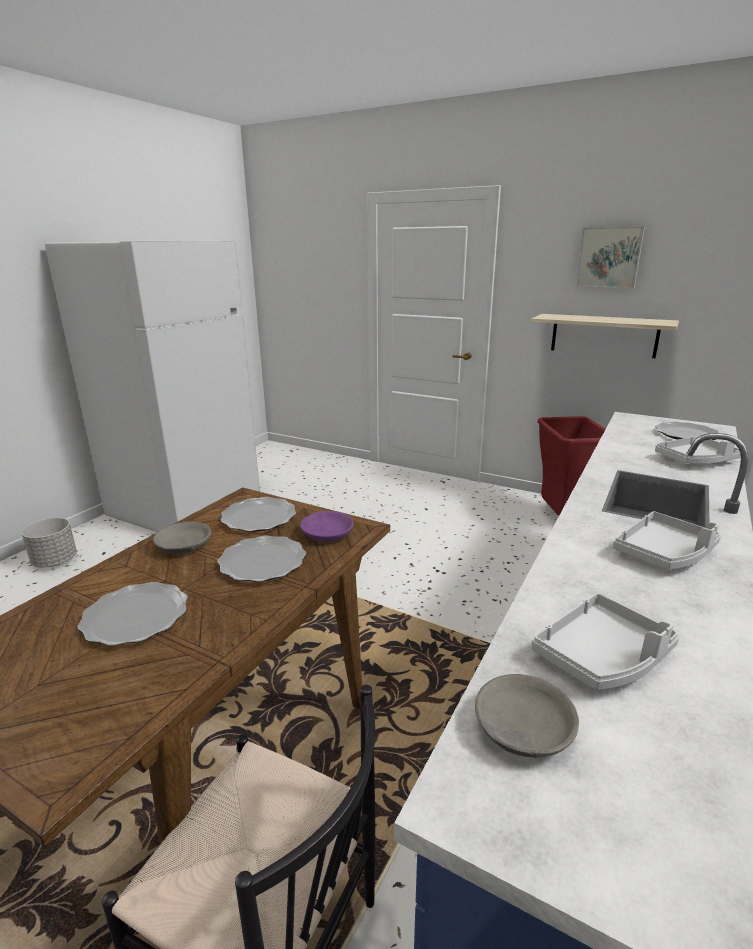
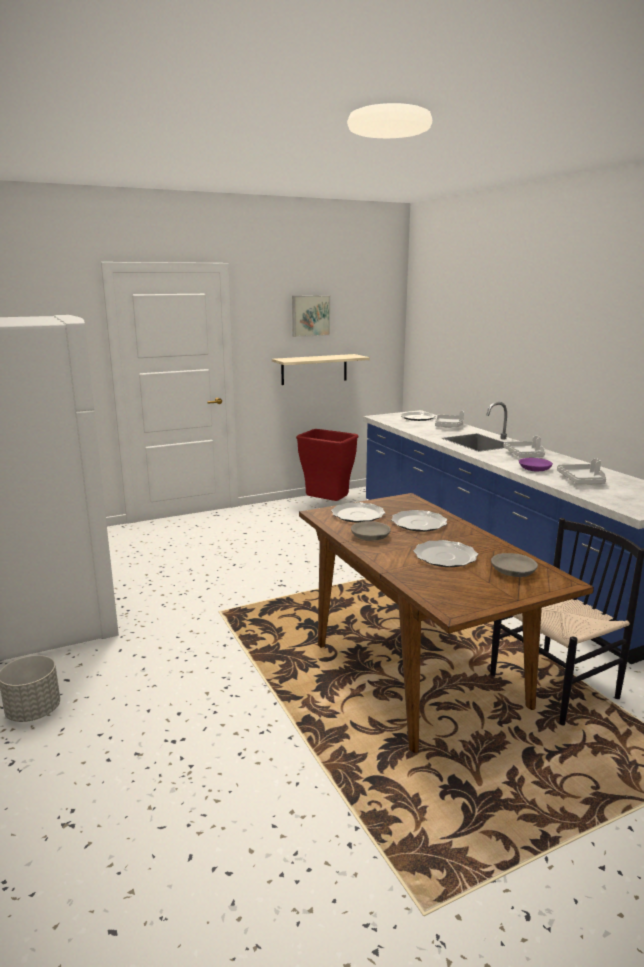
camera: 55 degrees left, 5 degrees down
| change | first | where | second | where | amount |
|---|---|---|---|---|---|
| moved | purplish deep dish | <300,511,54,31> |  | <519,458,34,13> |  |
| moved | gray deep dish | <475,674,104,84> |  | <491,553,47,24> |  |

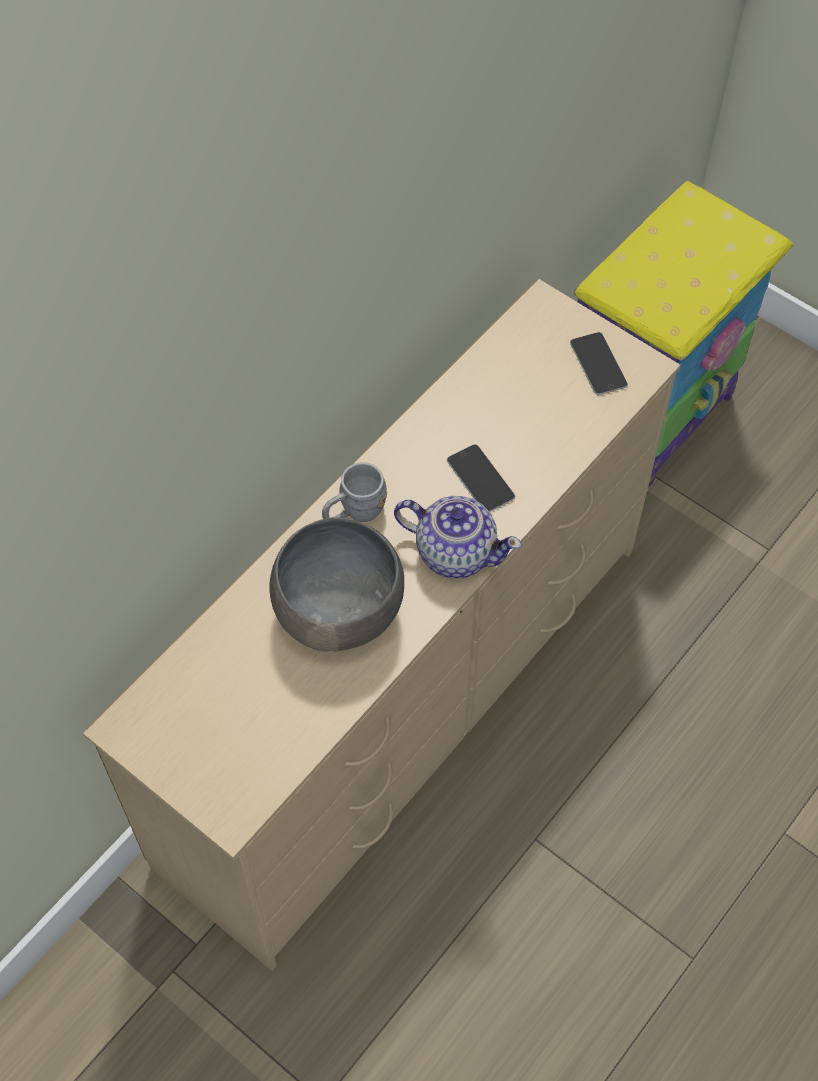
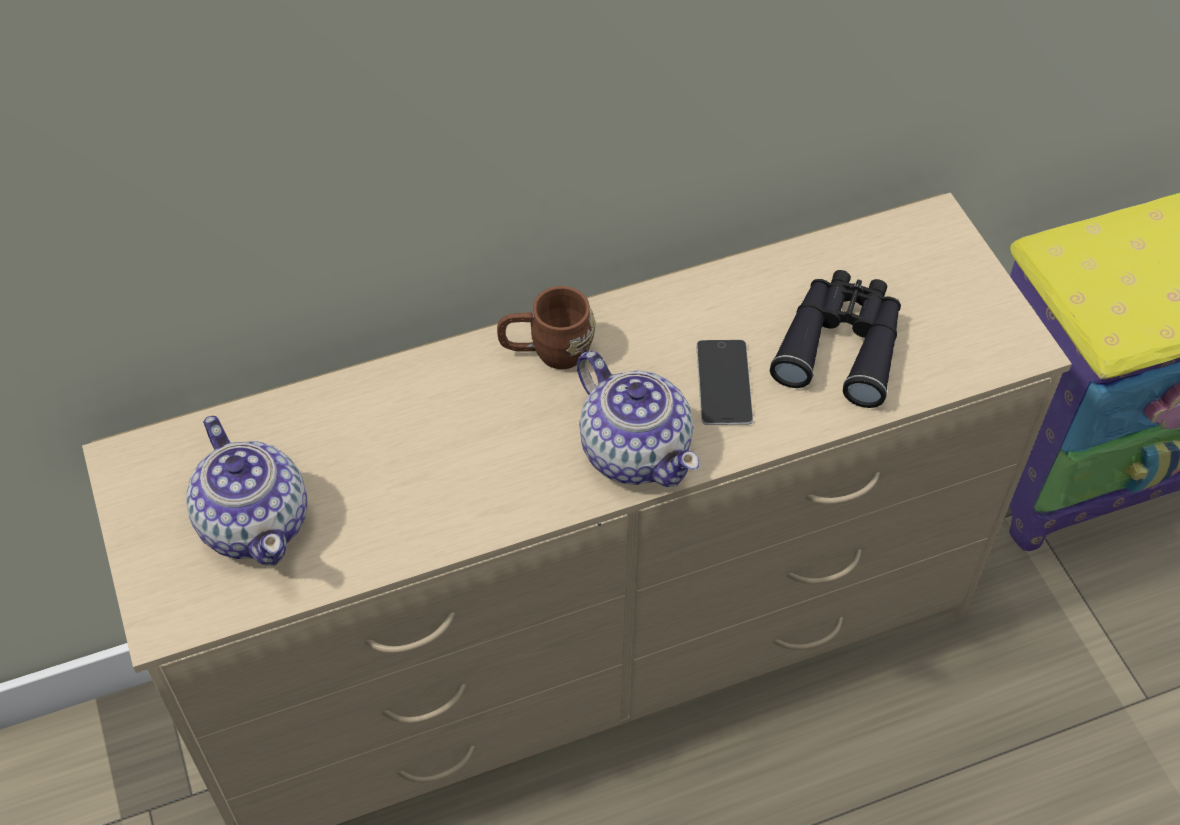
camera: 30 degrees right, 5 degrees down
| change | first | where | second | where | amount |
|---|---|---|---|---|---|
| removed | gray deep dish | <269,517,135,135> |  |  |  |
| recoloured | gray coffee mug | <322,462,65,60> | brown coffee mug | <497,286,99,83> |  |
| removed | telephone | <570,332,58,63> |  |  |  |
| added |  |  | tea pot | <186,416,121,150> |  |
| added |  |  | black pair of binoculars | <770,270,131,138> |  |

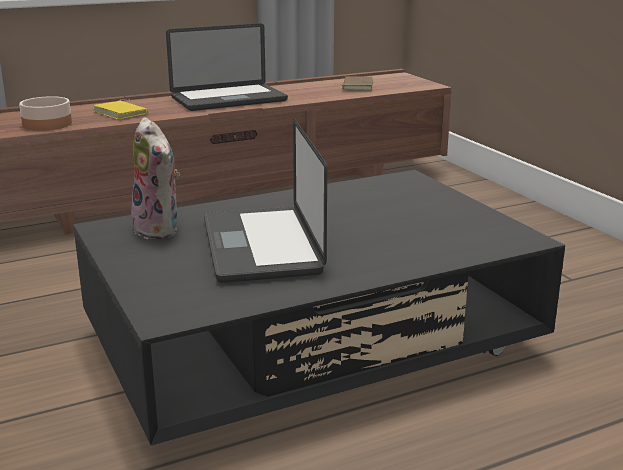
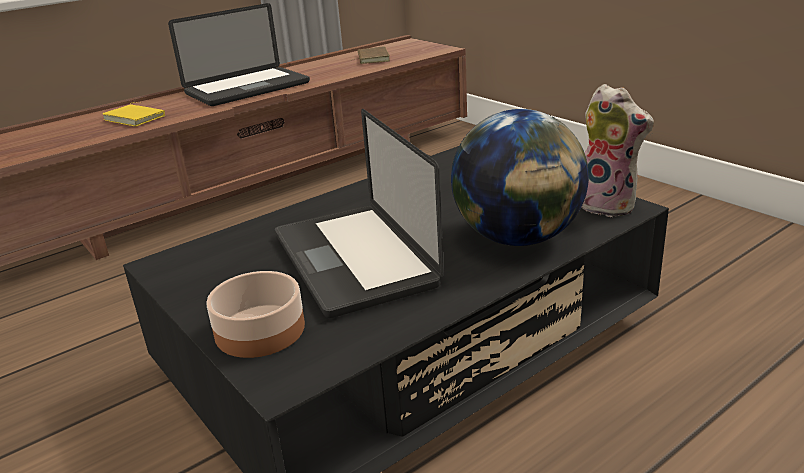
camera: 10 degrees left, 5 degrees up
| change | first | where | second | where | amount |
|---|---|---|---|---|---|
| moved | deep dish | <19,96,53,35> |  | <206,271,99,87> |  |
| moved | soft toy | <131,117,49,122> |  | <581,84,73,133> |  |
| added |  |  | globe | <451,109,138,137> |  |

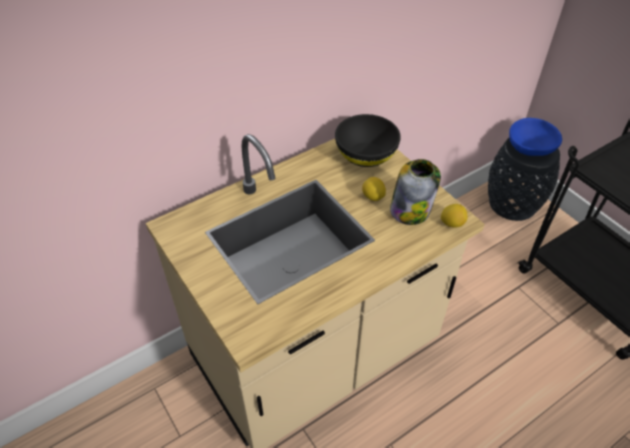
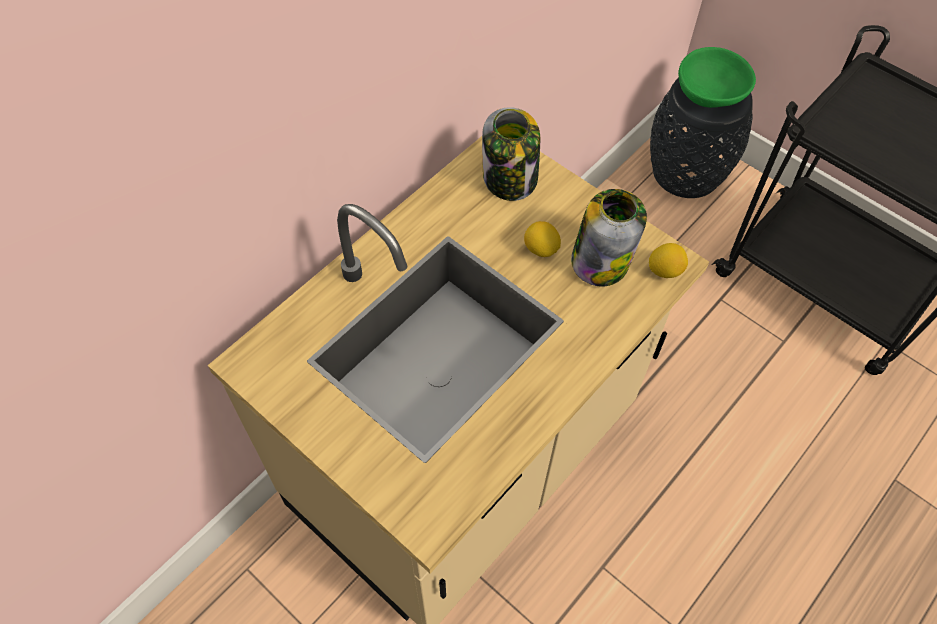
camera: 15 degrees left, 10 degrees up
| change | first | where | second | where | amount |
|---|---|---|---|---|---|
| replaced | black deep dish | <335,114,66,53> | storage jar | <482,107,58,94> |  |
| recoloured | blue-coloured deep dish | <509,118,53,38> | greenish deep dish | <678,47,78,61> |  |

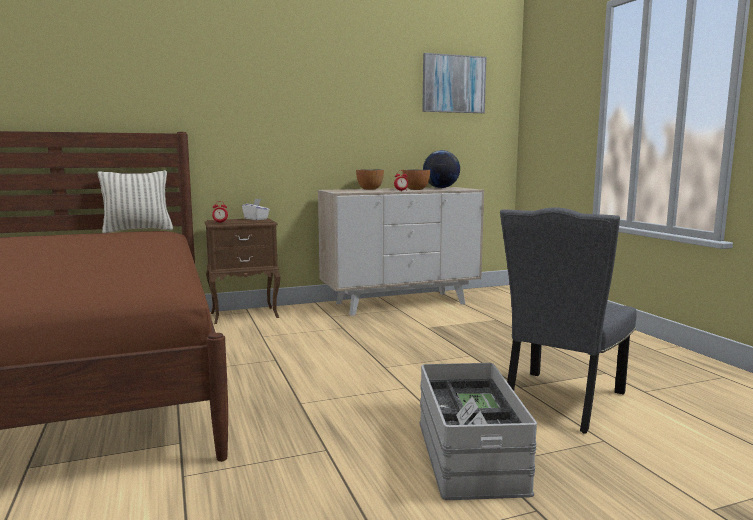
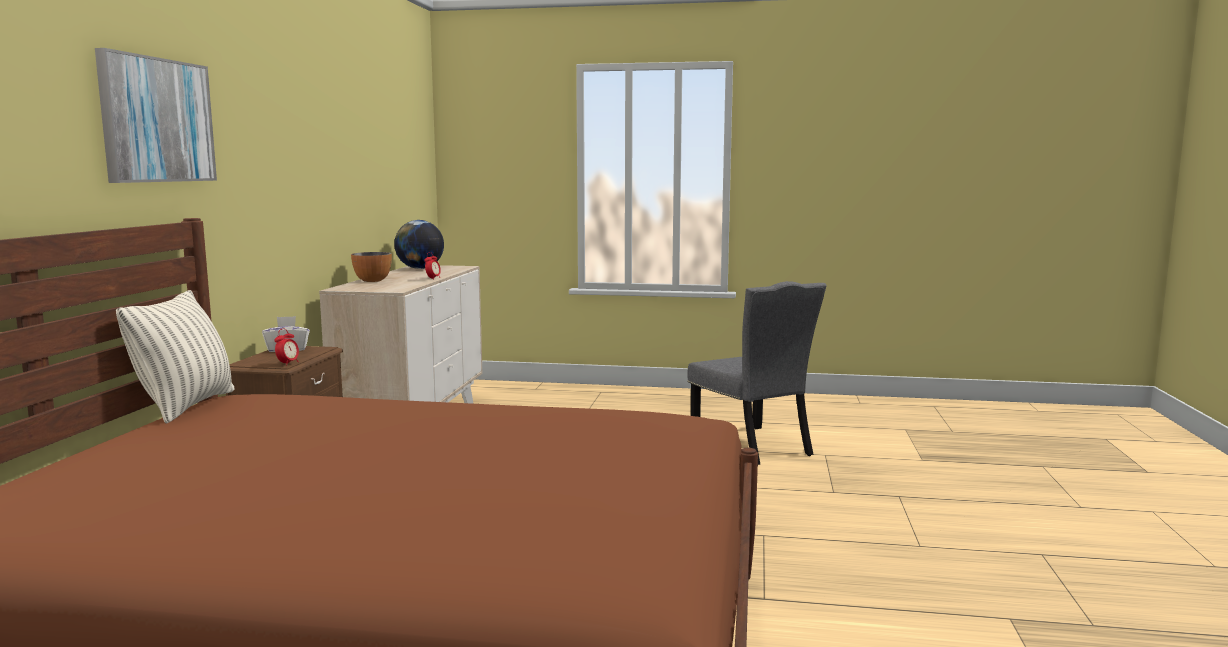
camera: 60 degrees left, 0 degrees up
| change | first | where | second | where | amount |
|---|---|---|---|---|---|
| removed | deep dish | <402,170,28,20> |  |  |  |
| removed | gray storage container | <419,363,118,137> |  |  |  |
| moved | wall art | <422,53,65,60> |  | <95,48,122,135> |  |

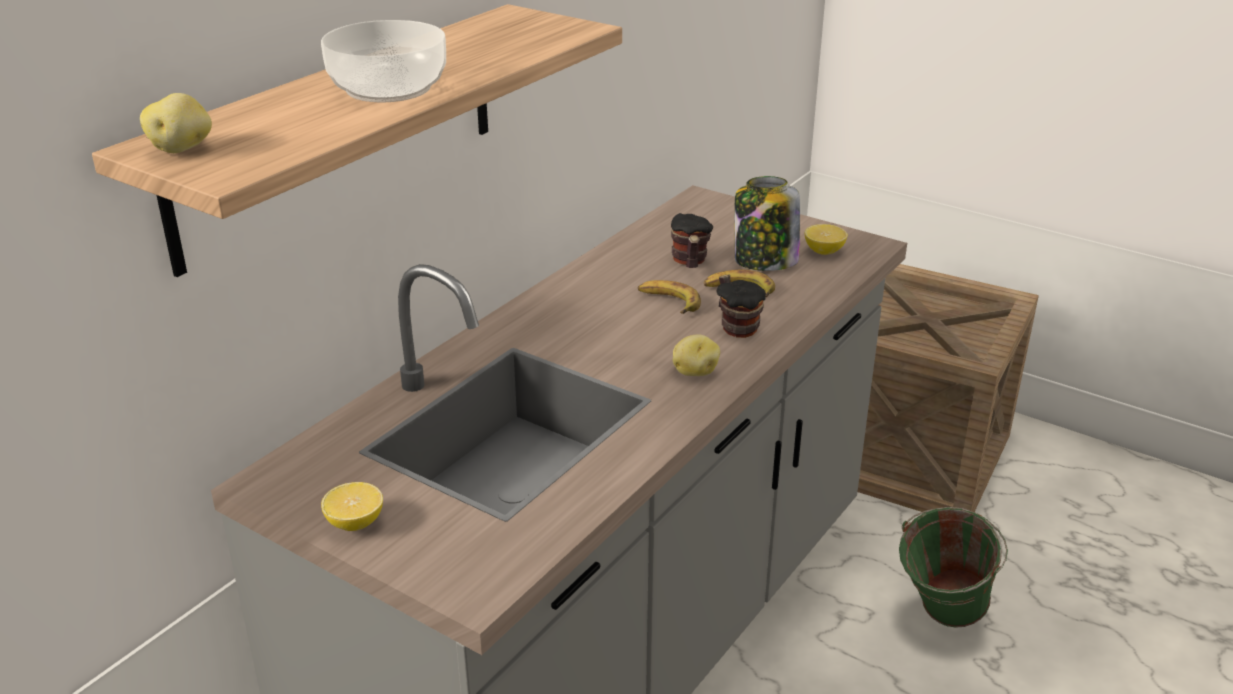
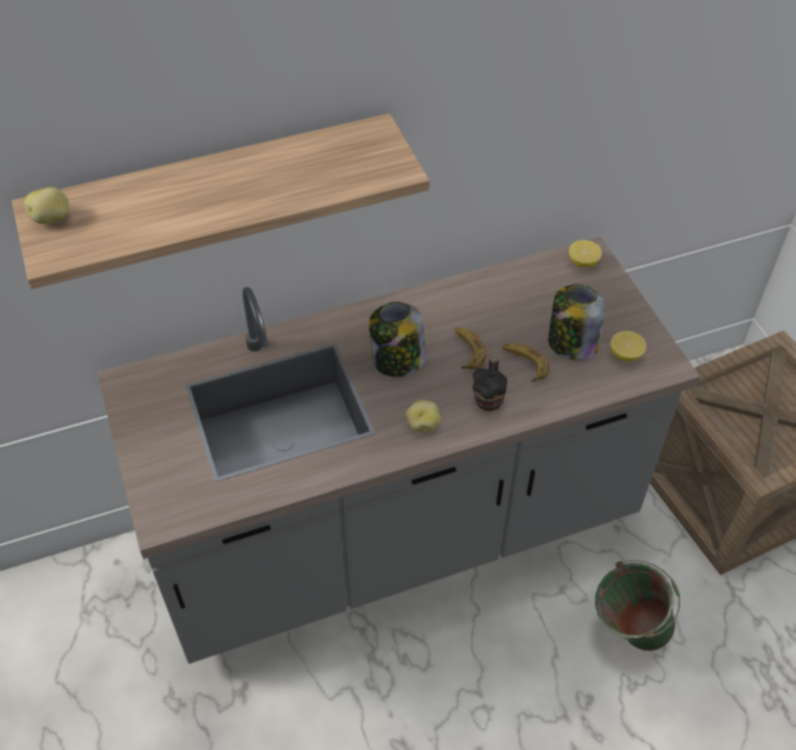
camera: 35 degrees right, 20 degrees up
| change | first | where | second | where | amount |
|---|---|---|---|---|---|
| removed | deep dish | <321,20,125,82> |  |  |  |
| moved | whole lemon | <321,482,62,49> |  | <569,240,33,27> |  |
| removed | coffee mug | <671,213,42,55> |  |  |  |
| added |  |  | storage jar | <369,302,57,75> |  |

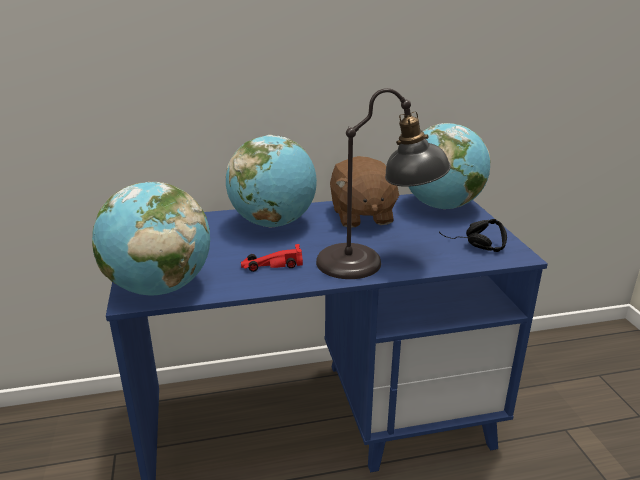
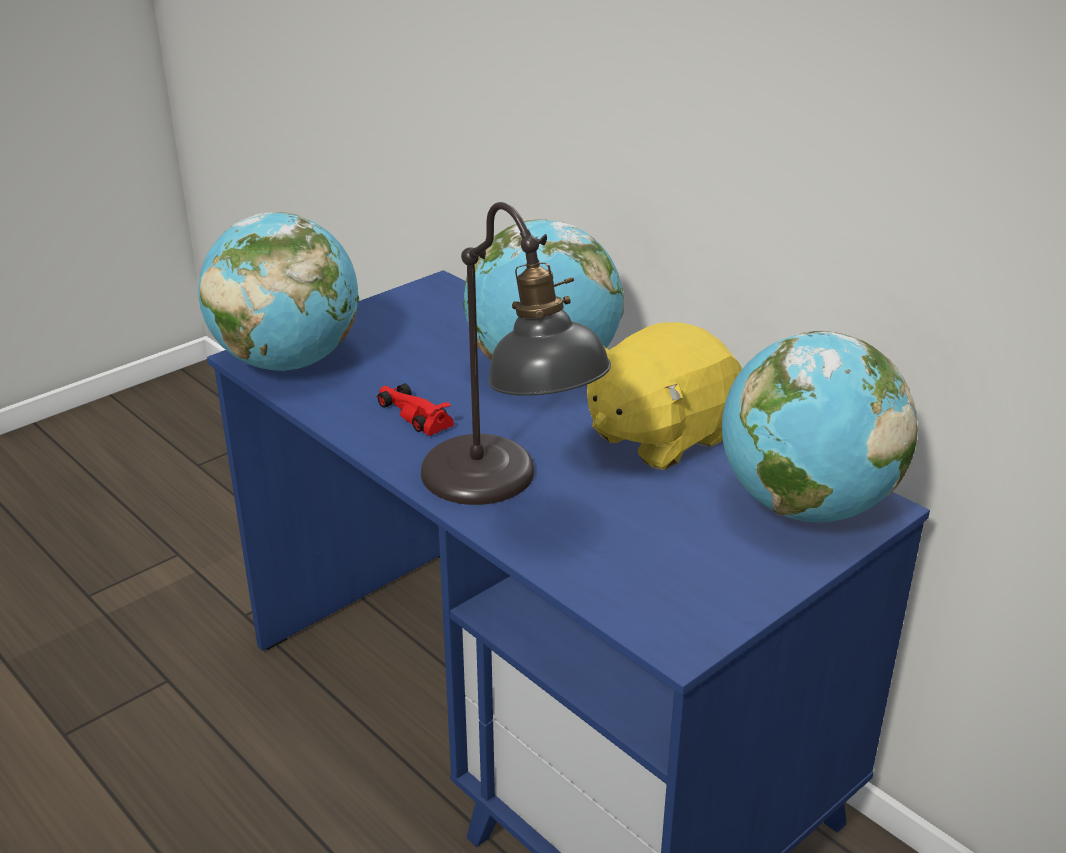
camera: 60 degrees right, 5 degrees up
| change | first | where | second | where | amount |
|---|---|---|---|---|---|
| recoloured | brown soft toy | <330,156,69,72> | yellow-coloured soft toy | <587,322,155,148> |  |
| removed | black headphones | <439,219,68,33> |  |  |  |

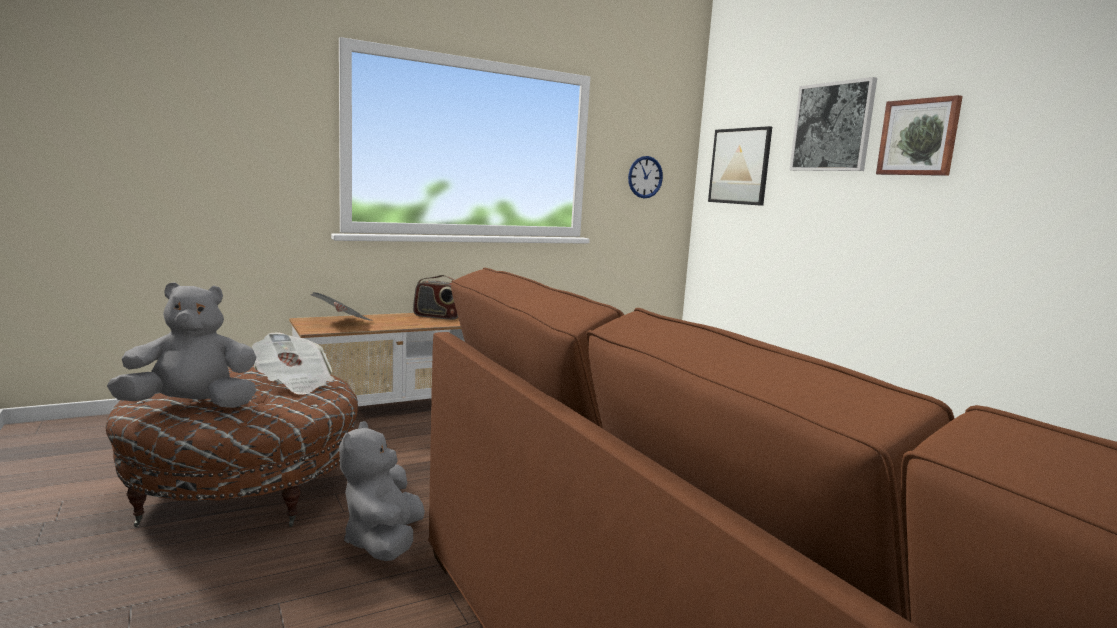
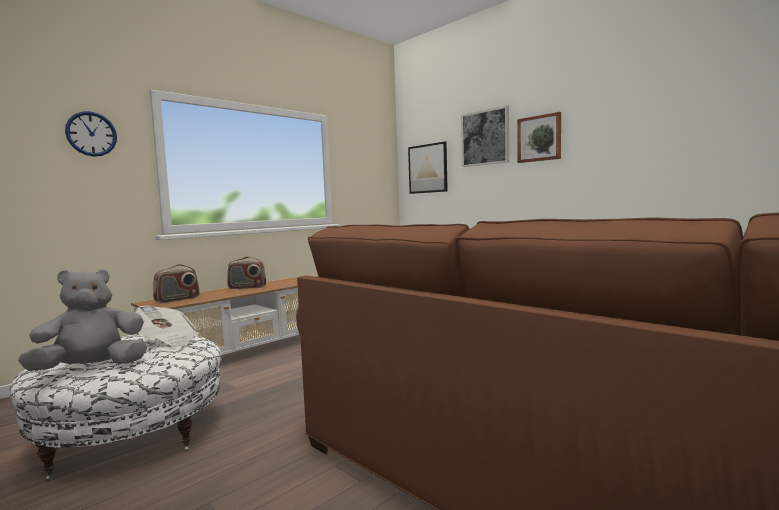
camera: 15 degrees left, 5 degrees down
| change | first | where | second | where | amount |
|---|---|---|---|---|---|
| recoloured | brown ottoman | <106,365,252,162> | whitish ottoman | <9,334,213,147> |  |
| replaced | daily paper | <310,292,63,29> | radio receiver | <153,264,47,39> |  |
| removed | gray soft toy | <339,421,86,140> |  |  |  |
| moved | wall clock | <628,156,35,42> |  | <65,111,52,46> |  |

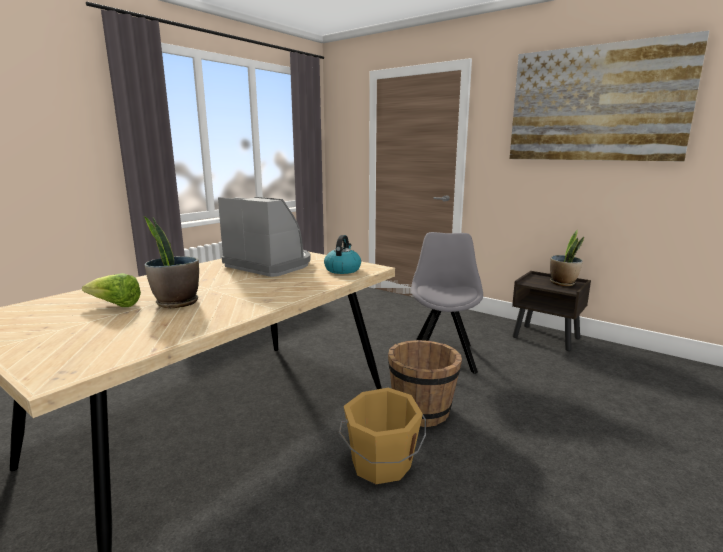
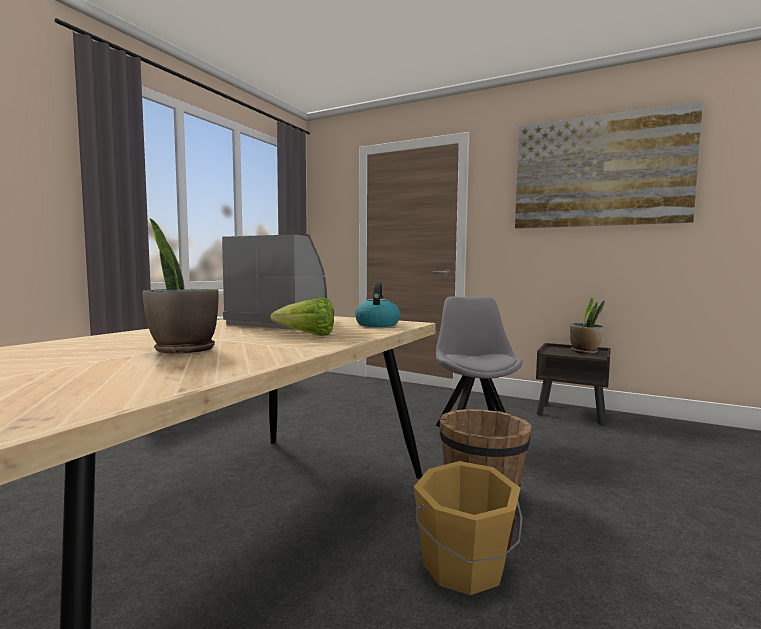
camera: 10 degrees left, 10 degrees down
| change | first | where | second | where | amount |
|---|---|---|---|---|---|
| moved | lettuce | <82,273,59,34> |  | <270,297,64,39> |  |

